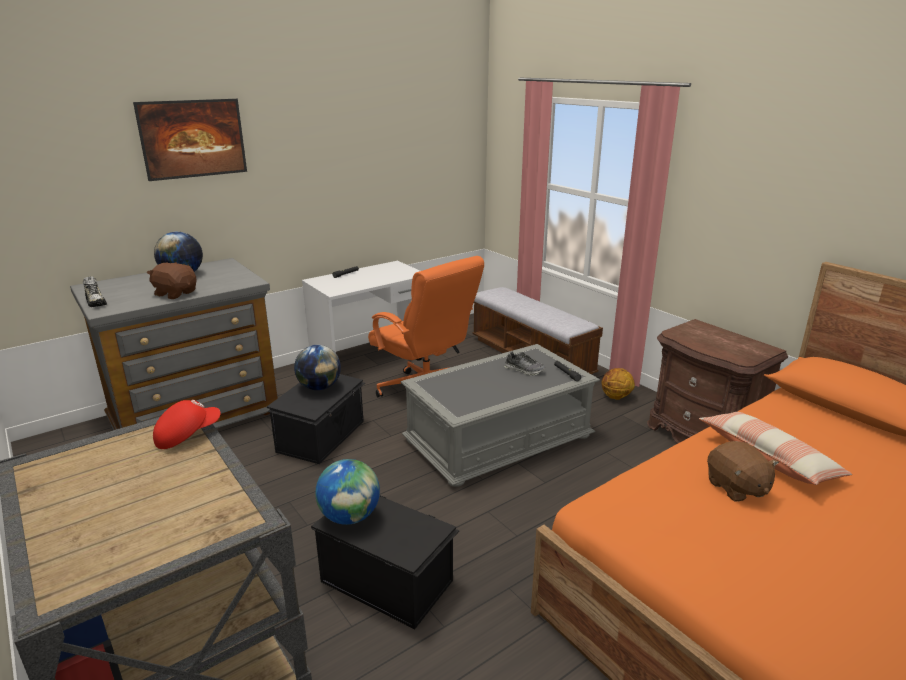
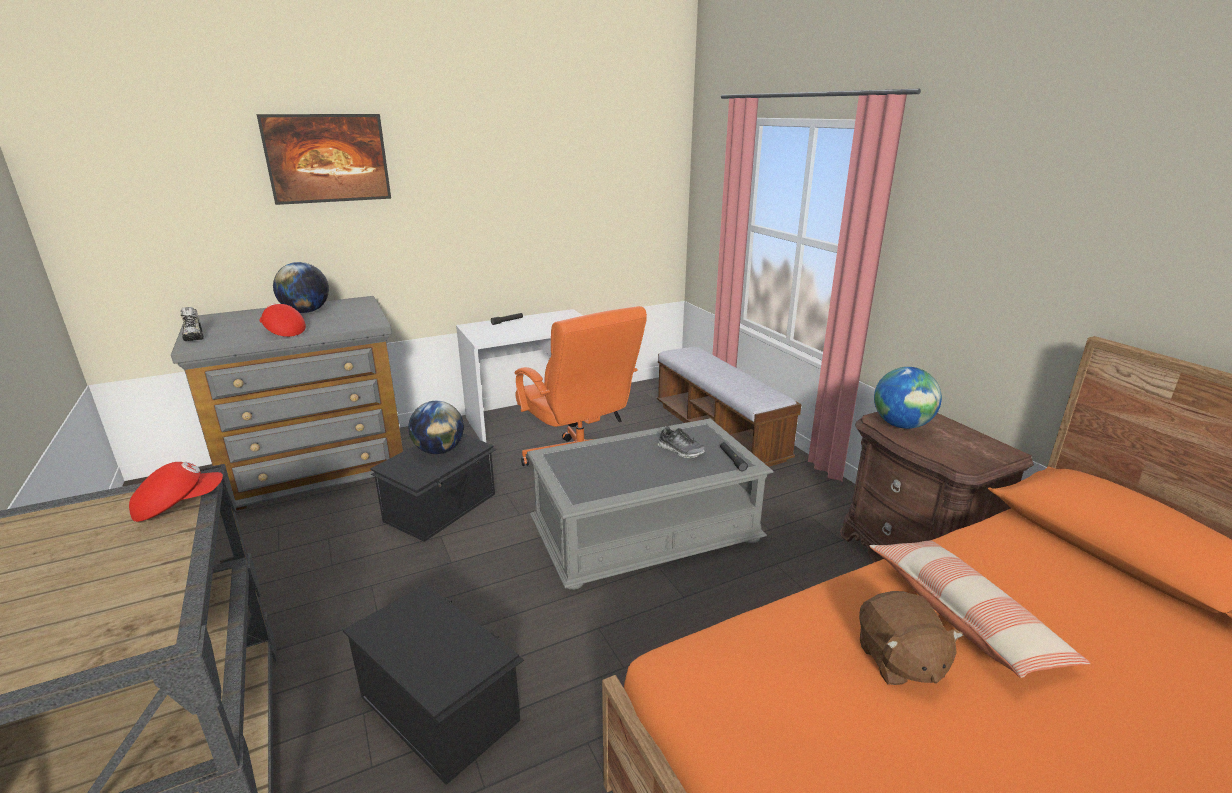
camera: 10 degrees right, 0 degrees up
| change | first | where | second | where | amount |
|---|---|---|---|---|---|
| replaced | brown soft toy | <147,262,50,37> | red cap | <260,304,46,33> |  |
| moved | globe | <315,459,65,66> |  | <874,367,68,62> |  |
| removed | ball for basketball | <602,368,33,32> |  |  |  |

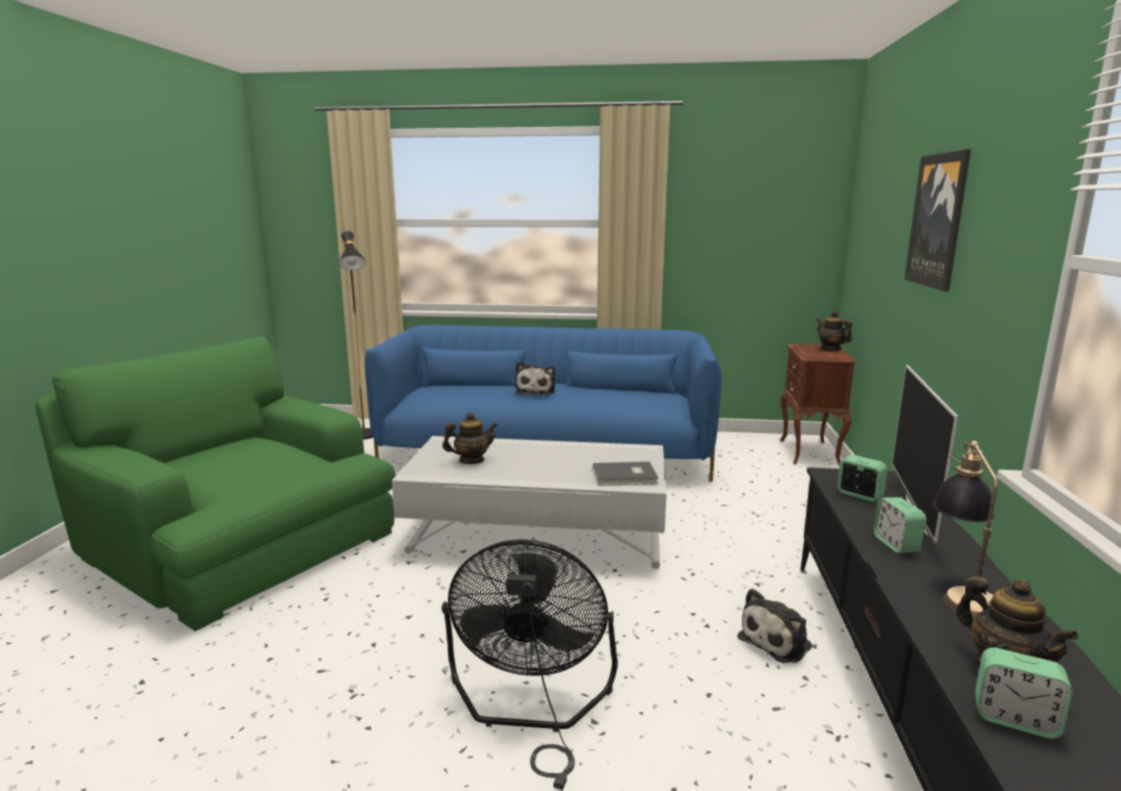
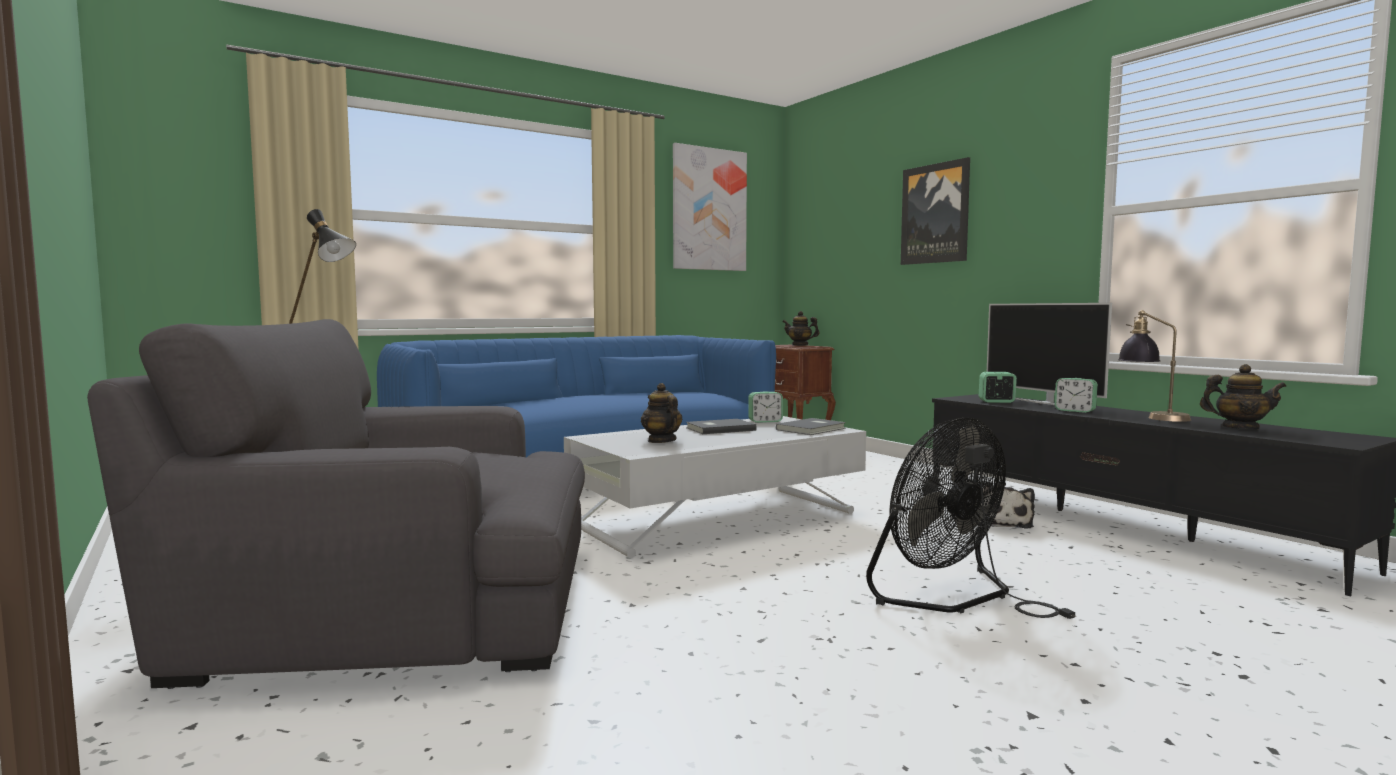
camera: 40 degrees left, 10 degrees down
| change | first | where | second | where | amount |
|---|---|---|---|---|---|
| recoloured | greenish armchair | <35,337,361,294> | gray armchair | <87,319,498,370> |  |
| turned | tea pot | <442,412,56,52> |  | <641,383,41,60> | 60 degrees counterclockwise |
| removed | soft toy | <515,362,40,33> |  |  |  |
| moved | alarm clock | <975,648,98,91> |  | <748,391,35,32> |  |
| added |  |  | wall art | <673,143,74,128> |  |
| added |  |  | gray book | <686,419,71,15> |  |

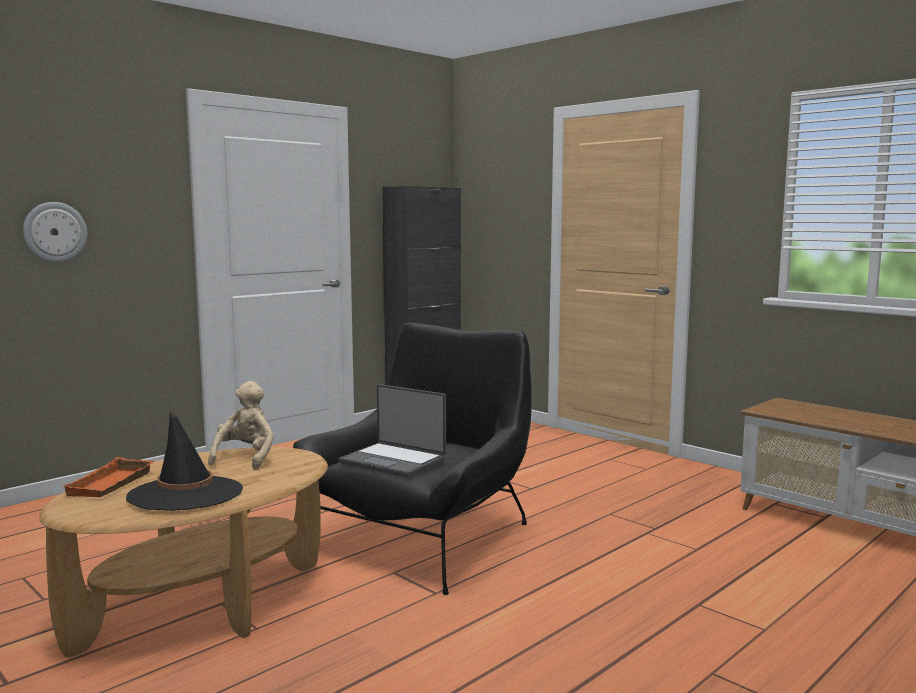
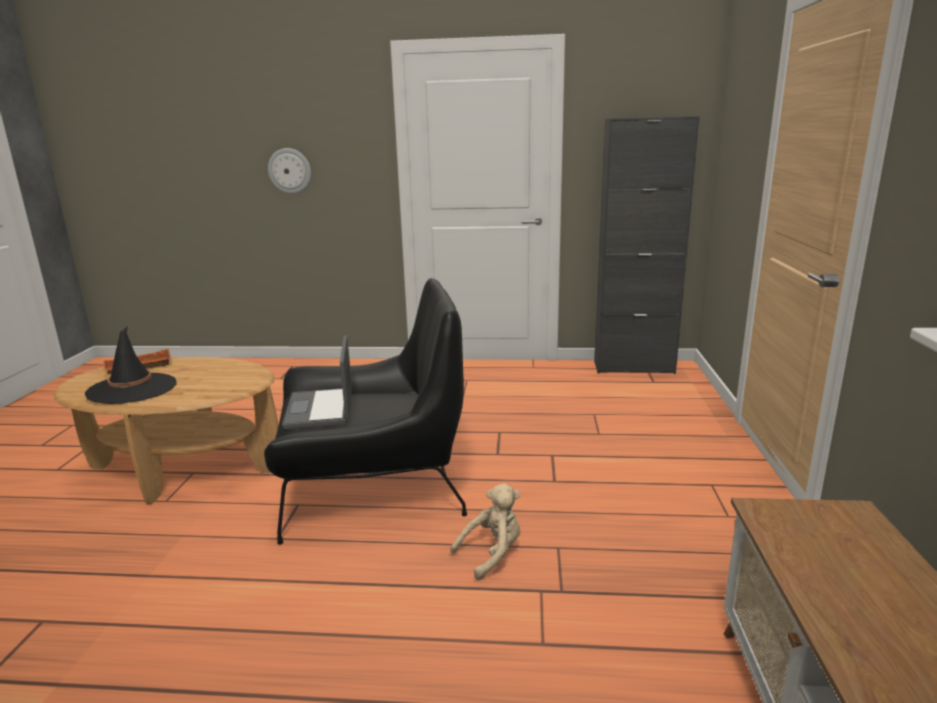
camera: 50 degrees right, 10 degrees up
| change | first | where | second | where | amount |
|---|---|---|---|---|---|
| moved | beige-coloured soft toy | <208,381,66,89> |  | <450,483,70,97> |  |

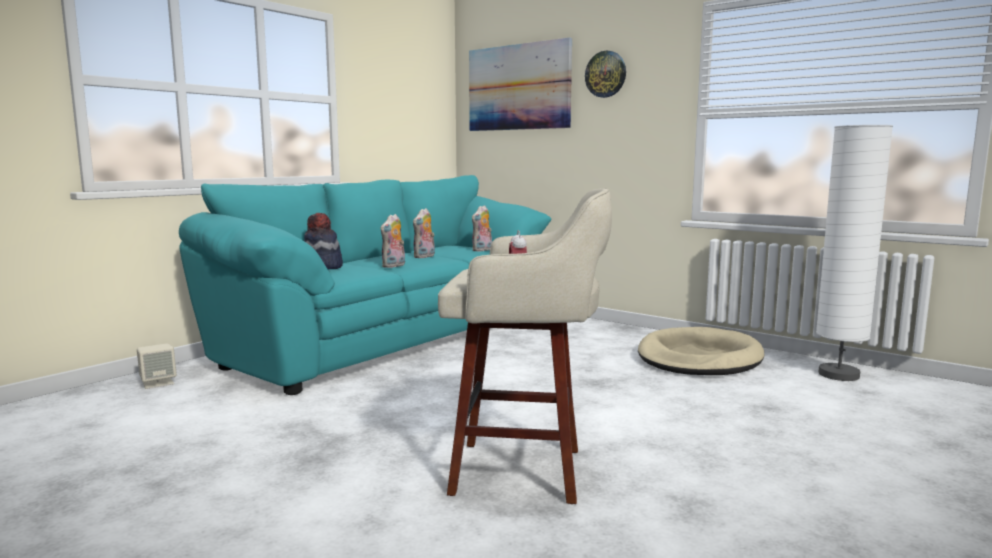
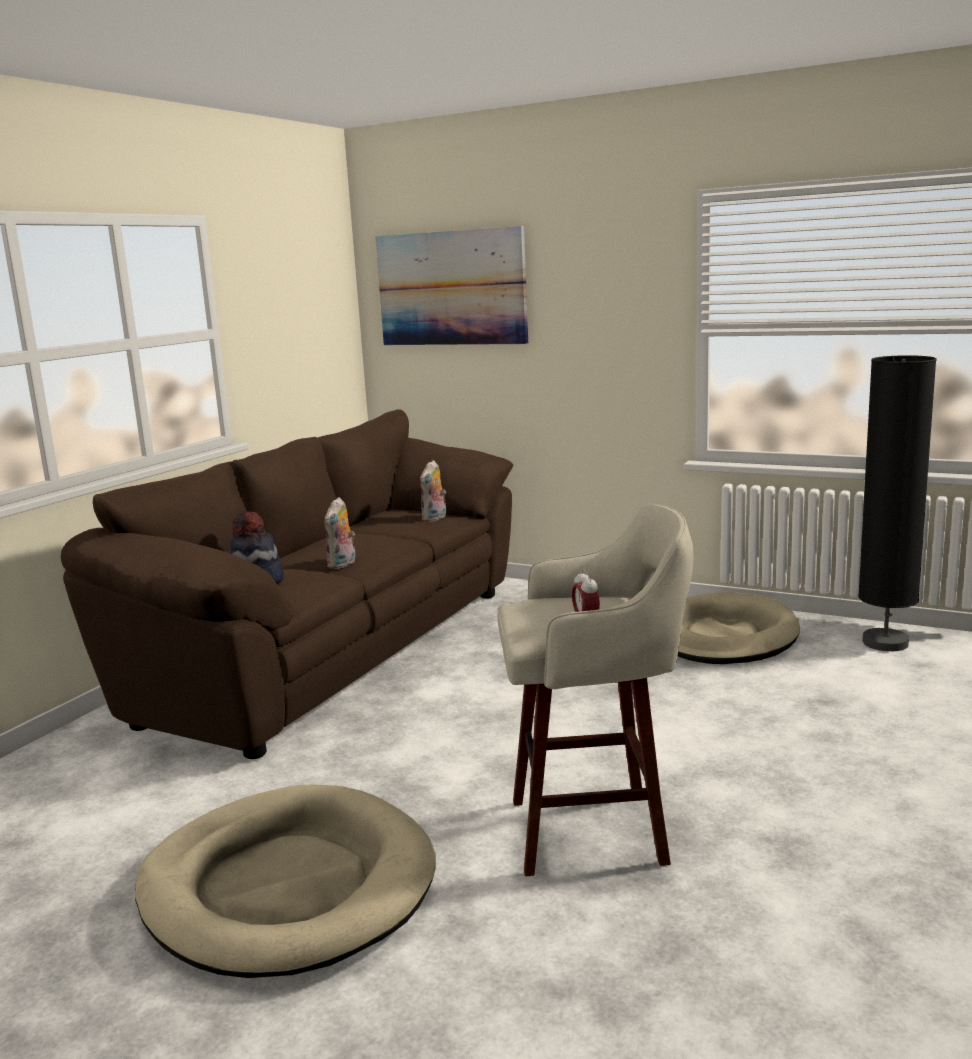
camera: 10 degrees left, 5 degrees up
| change | first | where | second | where | amount |
|---|---|---|---|---|---|
| removed | beige-coloured loudspeaker | <137,343,40,46> |  |  |  |
| recoloured | turquoise couch | <179,175,373,220> | brown couch | <61,409,453,350> |  |
| removed | soft toy | <413,208,22,50> |  |  |  |
| removed | wall clock | <585,51,41,47> |  |  |  |
| recoloured | whitish standard lamp | <816,125,77,256> | black standard lamp | <858,355,79,296> |  |
| added |  |  | beige-coloured dog bed | <135,785,301,193> |  |

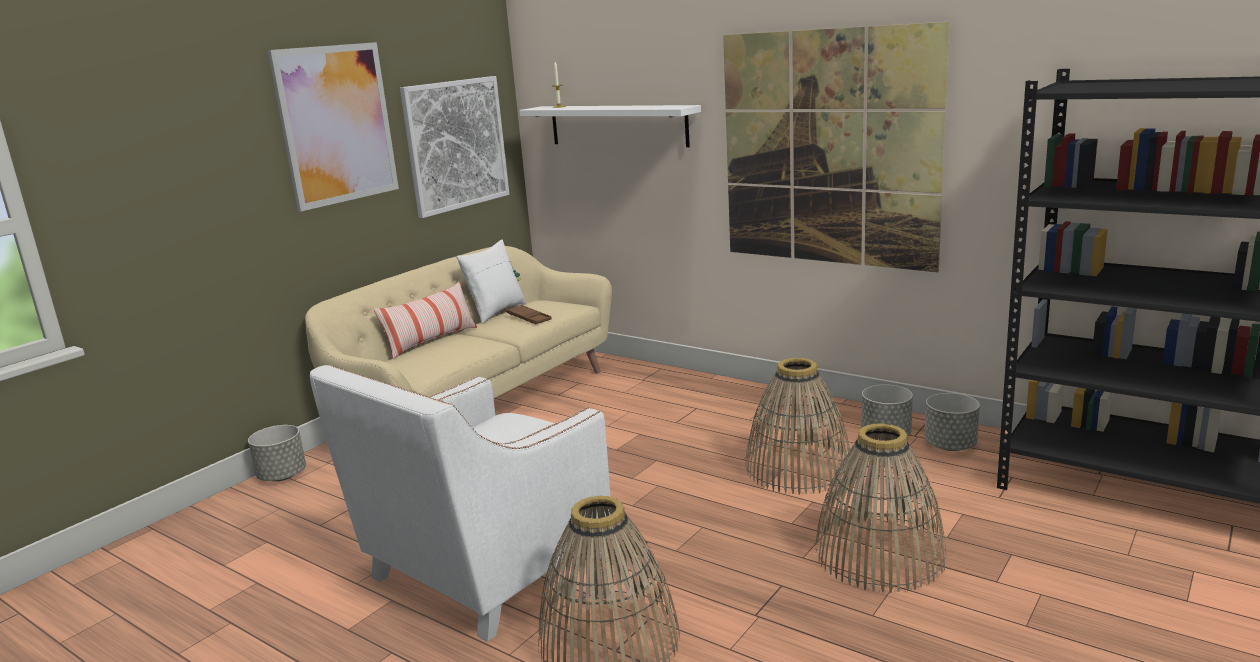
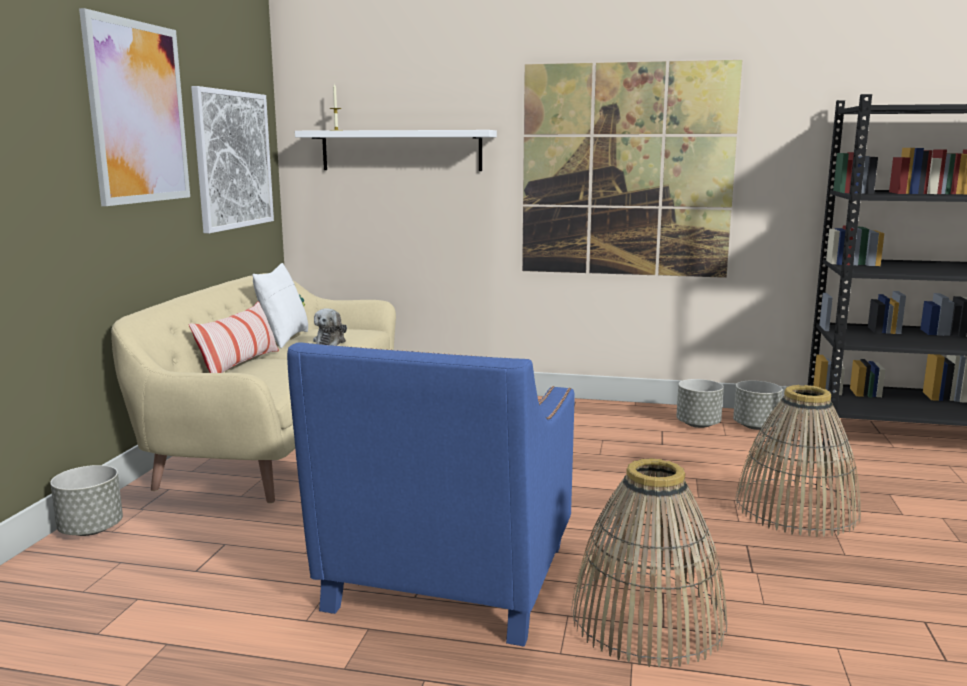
camera: 25 degrees left, 5 degrees down
| change | first | where | second | where | amount |
|---|---|---|---|---|---|
| recoloured | whitish armchair | <310,365,301,277> | blue-coloured armchair | <287,342,288,305> |  |
| replaced | brown carrying tray | <506,305,46,19> | soft toy | <313,308,34,38> |  |
| removed | basket | <745,358,105,137> |  |  |  |

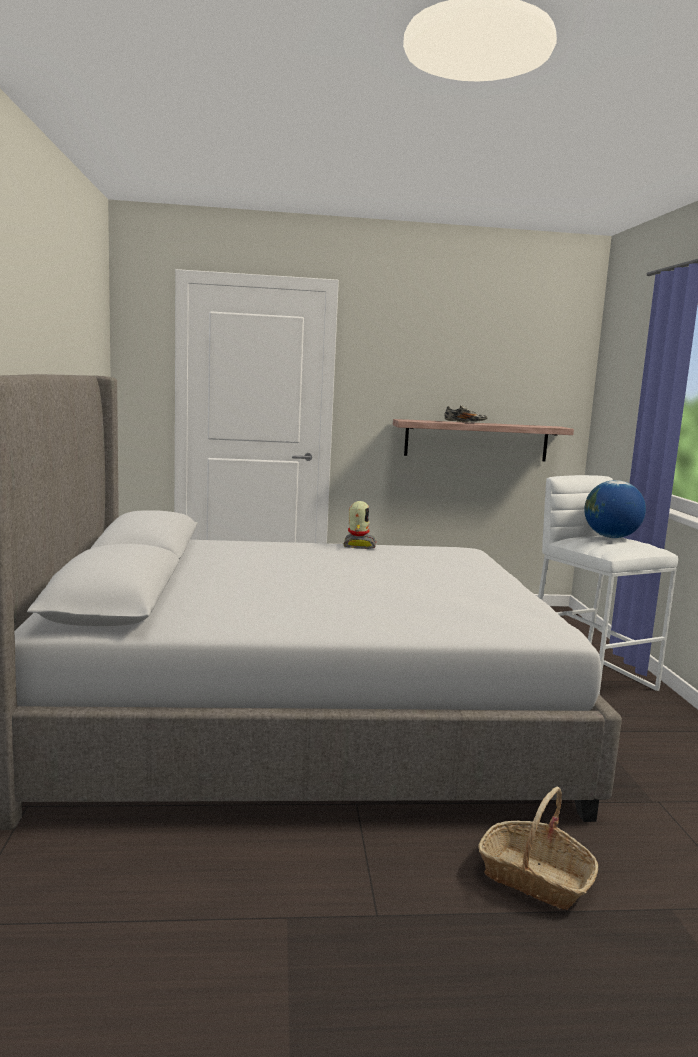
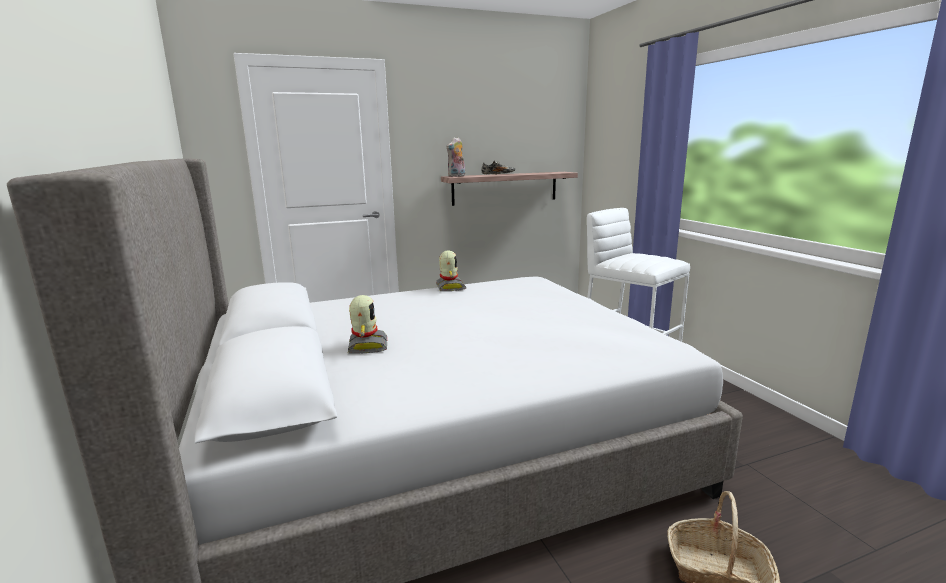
camera: 15 degrees left, 5 degrees up
| change | first | where | second | where | amount |
|---|---|---|---|---|---|
| removed | globe | <584,480,62,58> |  |  |  |
| added |  |  | robot figure | <348,295,39,58> |  |
| added |  |  | soft toy | <446,137,19,40> |  |

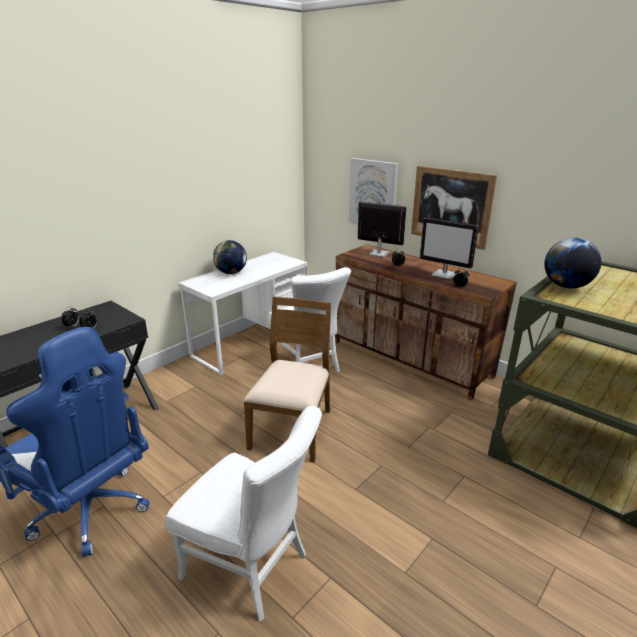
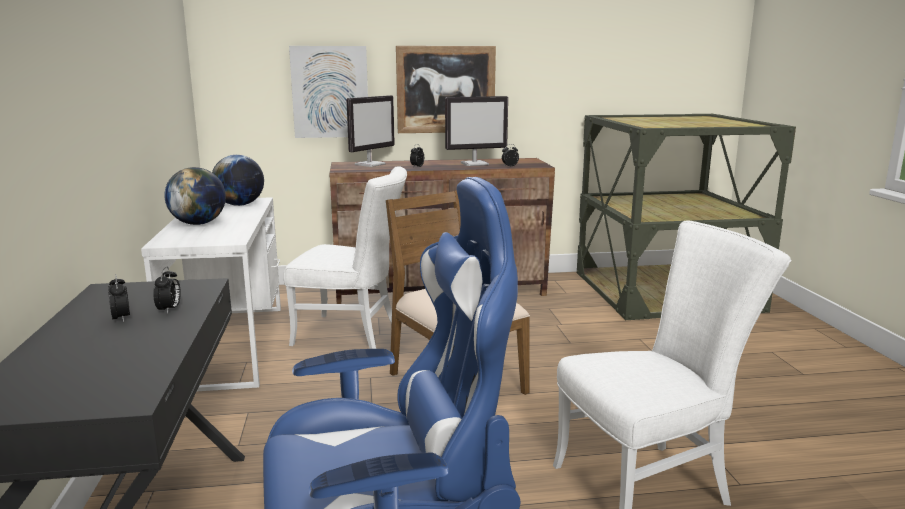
camera: 50 degrees left, 10 degrees down
| change | first | where | second | where | amount |
|---|---|---|---|---|---|
| turned | computer screen | <358,202,49,55> |  | <346,95,49,72> | 150 degrees clockwise |
| moved | globe | <544,238,57,50> |  | <212,155,52,51> |  |

